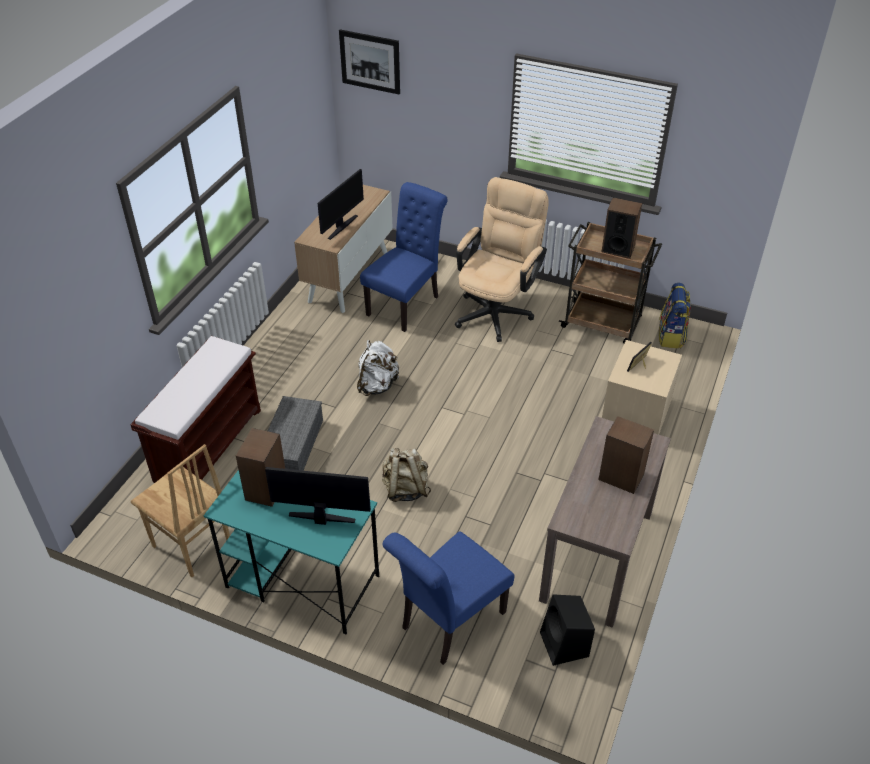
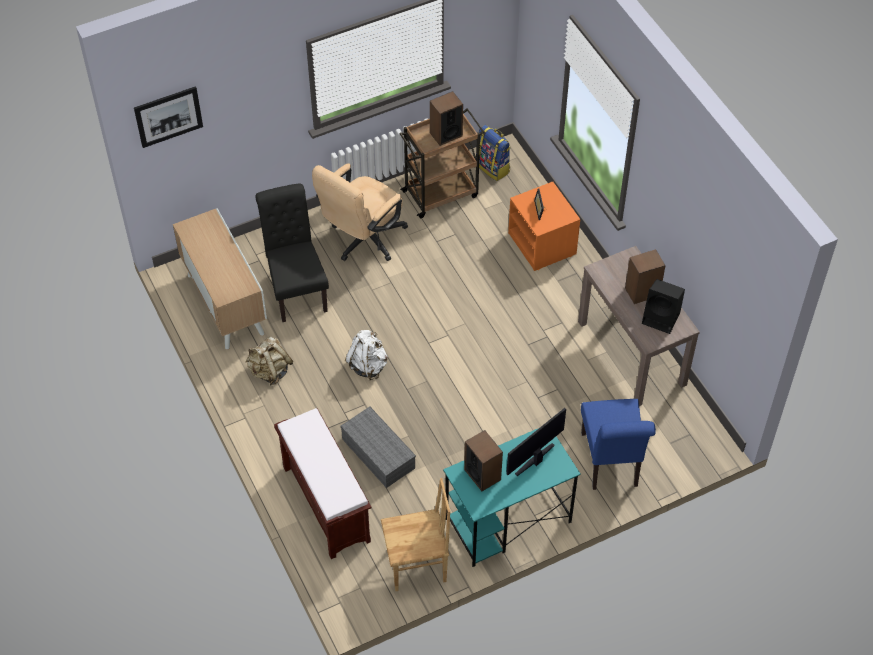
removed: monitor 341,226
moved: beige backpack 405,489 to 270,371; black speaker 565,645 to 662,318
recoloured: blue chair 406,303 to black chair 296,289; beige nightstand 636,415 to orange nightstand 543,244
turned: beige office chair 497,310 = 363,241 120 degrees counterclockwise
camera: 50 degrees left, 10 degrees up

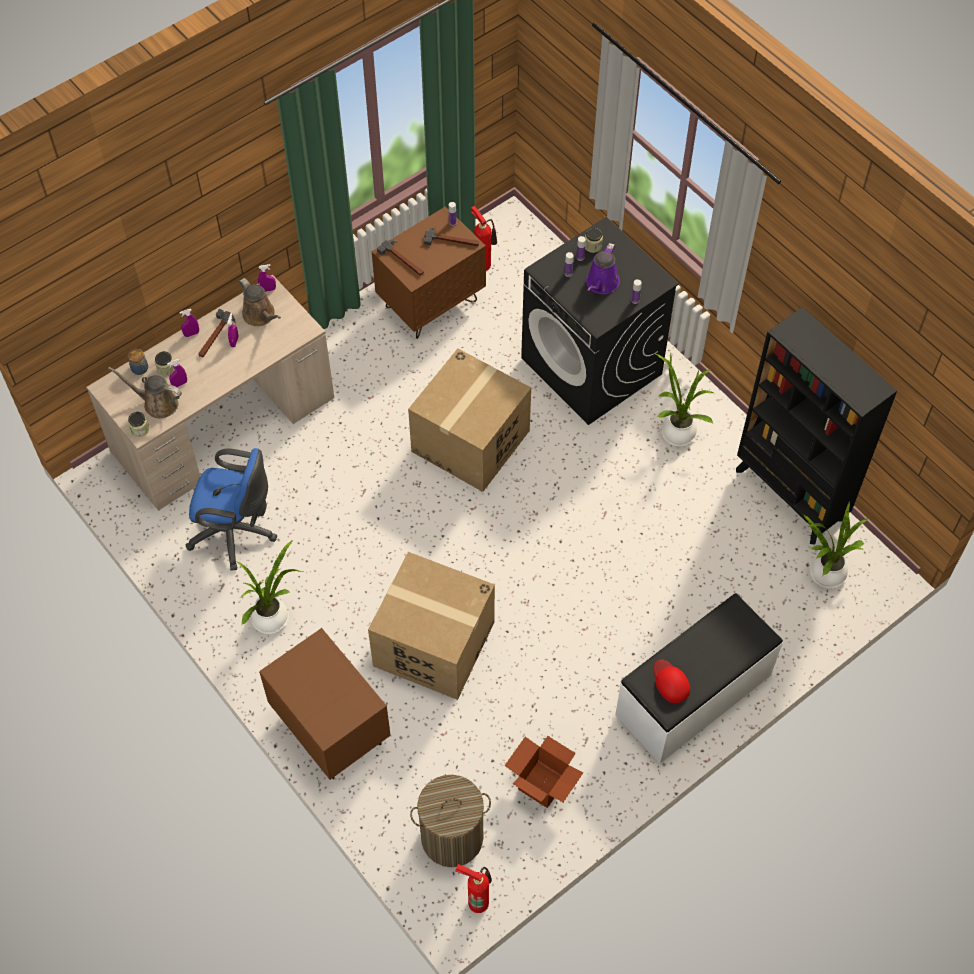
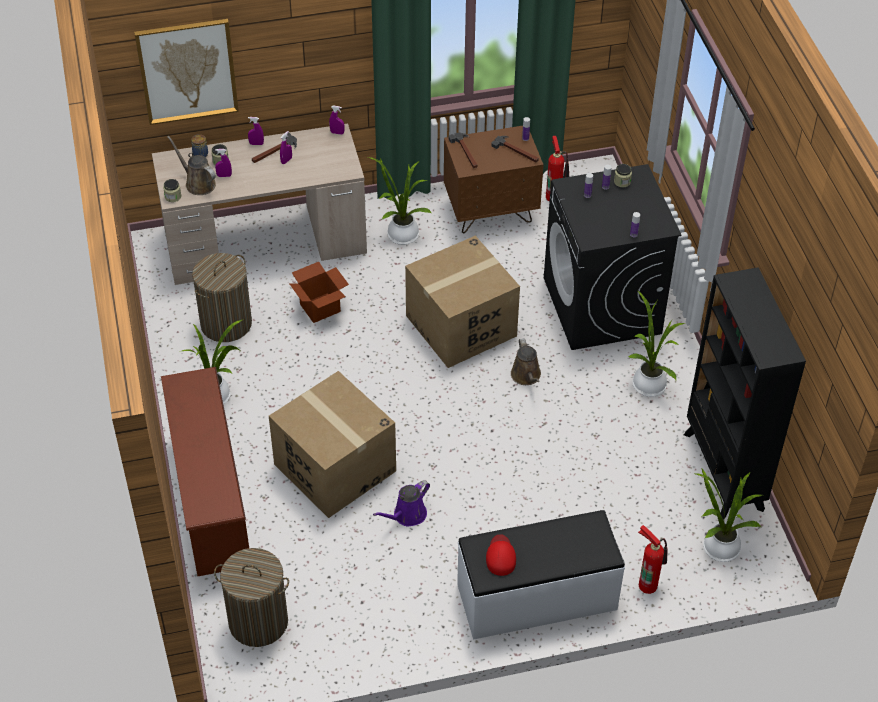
added: picture 187,71; potted plant 400,234
moved: cardboard box 542,784 to 320,308; purple watering can 601,284 to 407,515; brown watering can 260,315 to 526,376; fire extinguisher 477,900 to 648,583
replaced: brown nightstand 330,730 to brown shoe rack 209,498; blue office chair 237,533 to laundry basket 226,324
camera: 25 degrees right, 10 degrees down

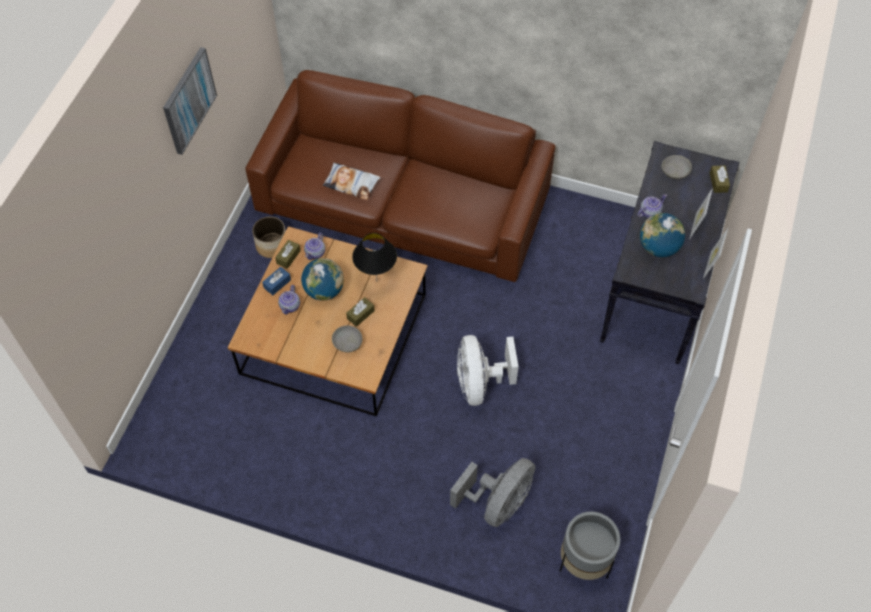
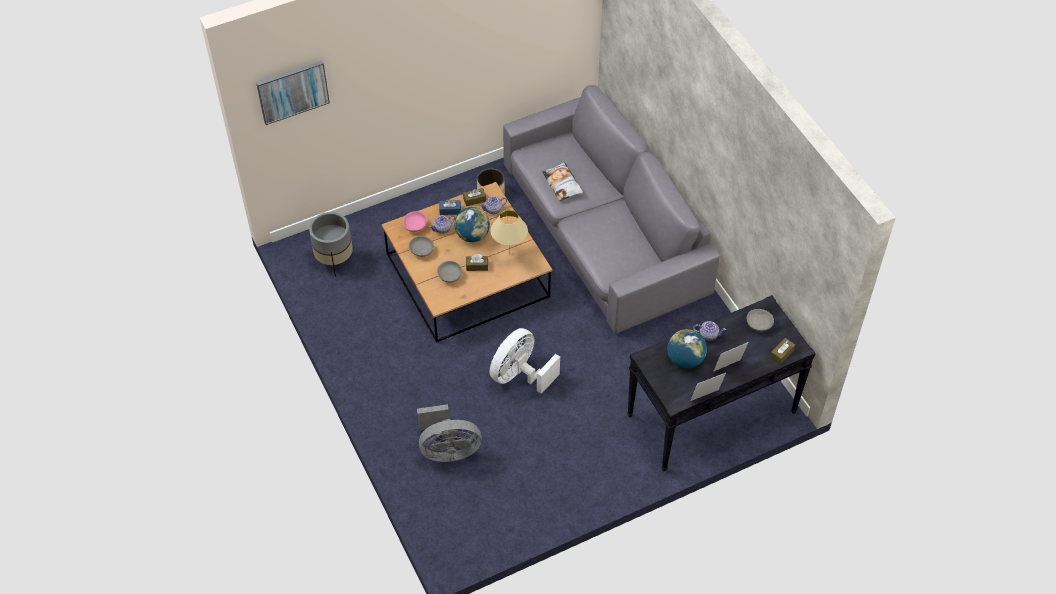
added: pink bowl 415,226; grey bowl 422,251
moved: picture 188,100 to 292,91; grey planter 584,561 to 334,260
recoloured: black table lamp 376,282 to beige table lamp 509,255; brown sofa 402,202 to grey sofa 603,229
camera: 45 degrees right, 5 degrees down

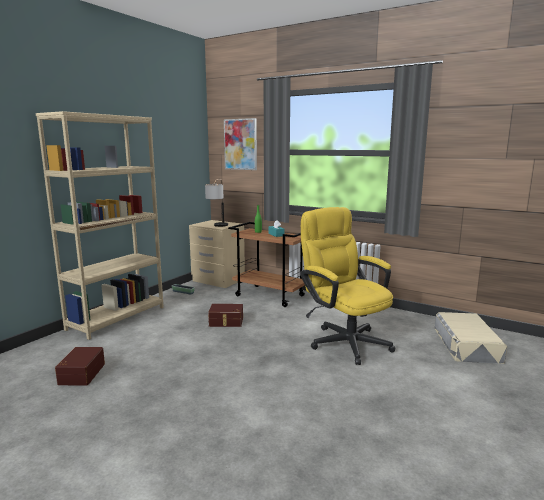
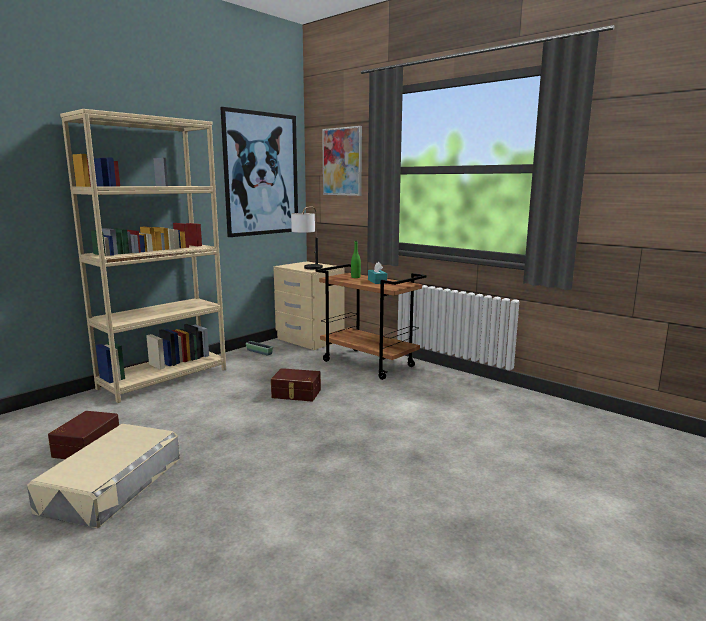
removed: yellow office chair 344,340
added: picture 261,174
moved: beige storage box 466,344 to 112,483
camera: 10 degrees right, 0 degrees up

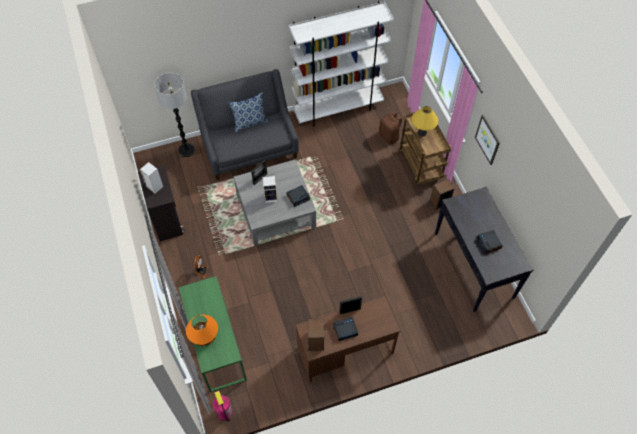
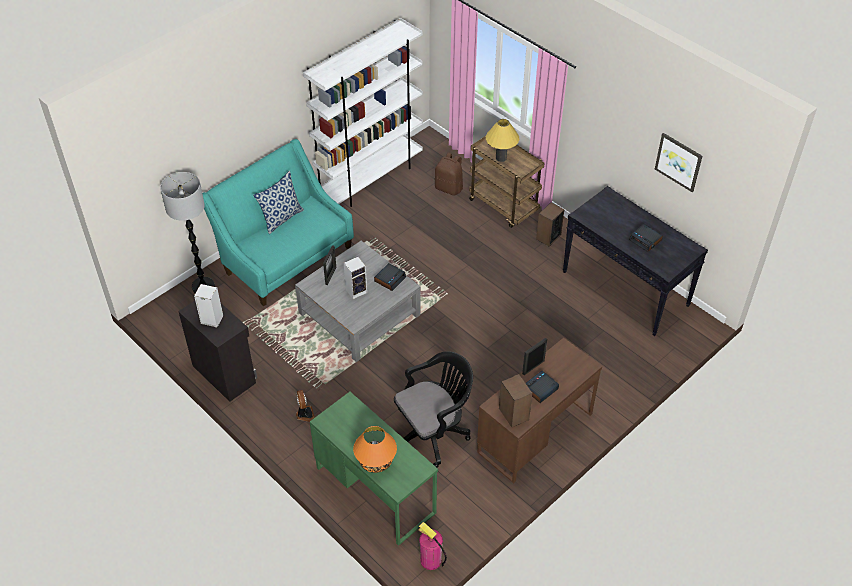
added: black office chair 433,432
moved: picture 488,139 to 678,162
recoloured: grey sofa 249,148 to turquoise sofa 284,257
camera: 25 degrees left, 10 degrees down

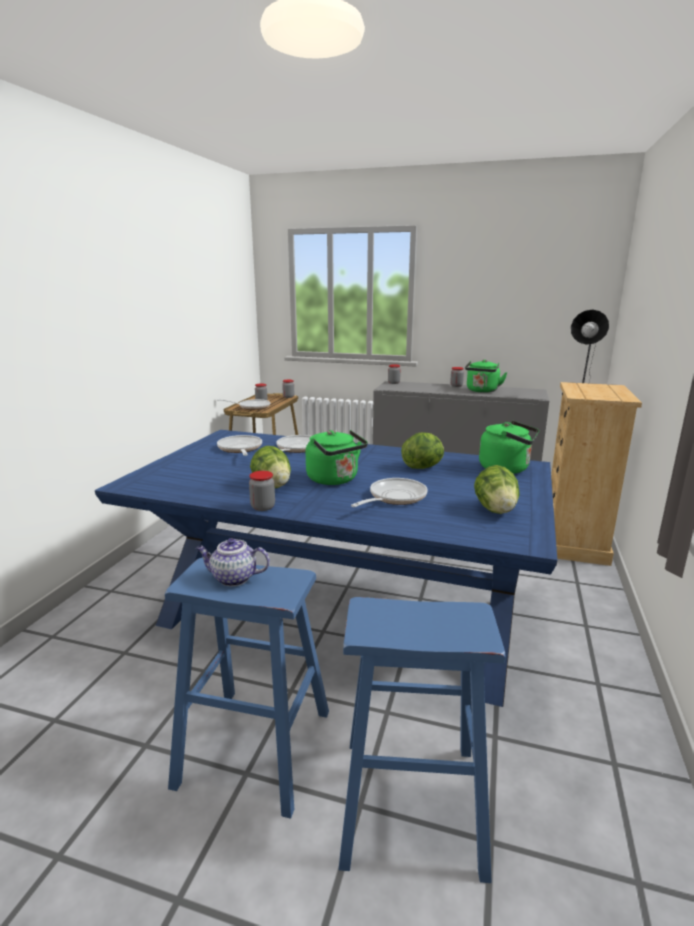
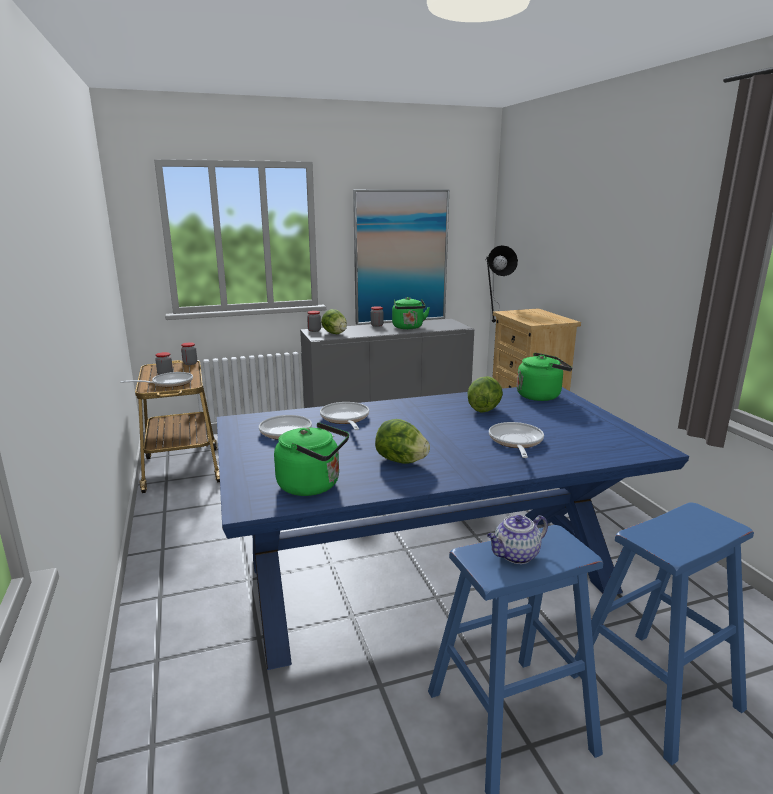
removed: jar 263,507
added: picture 401,257
moved: green kettle 335,480 to 313,485; lettuce 495,510 to 335,333
camera: 35 degrees left, 0 degrees up

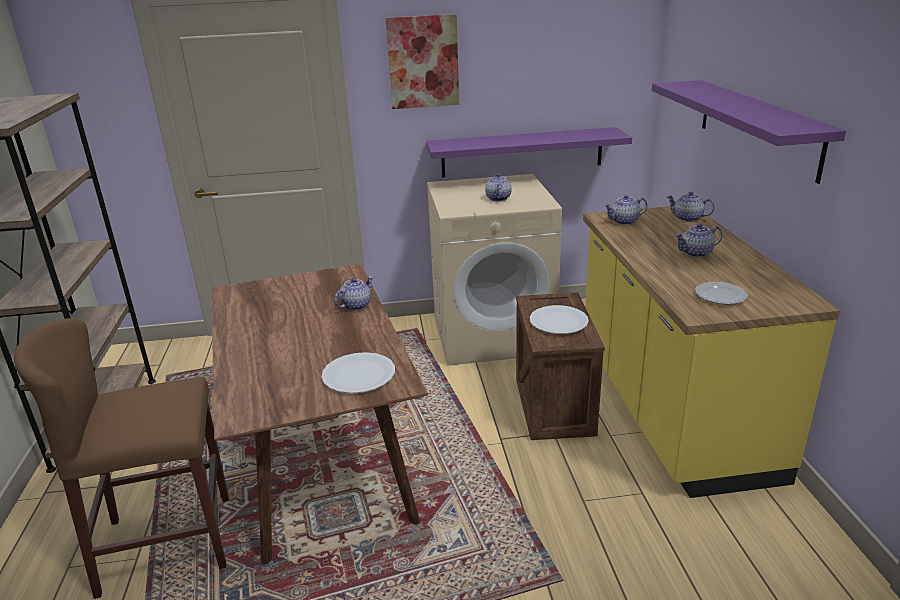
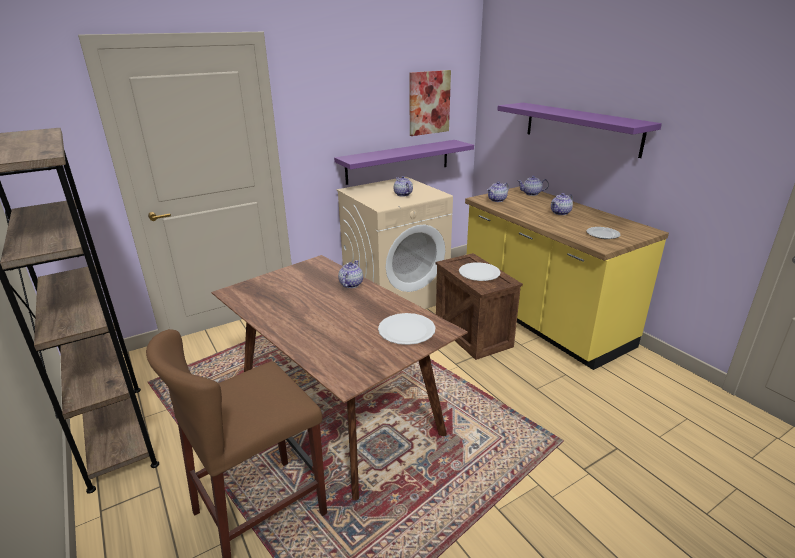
moved: picture 423,62 to 429,103
camera: 25 degrees left, 0 degrees up

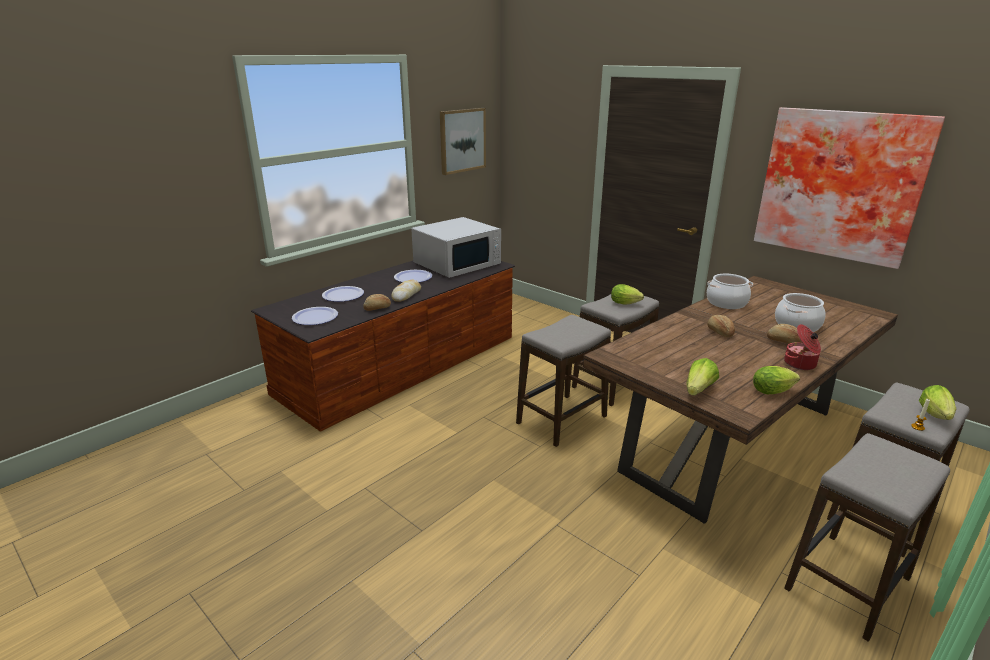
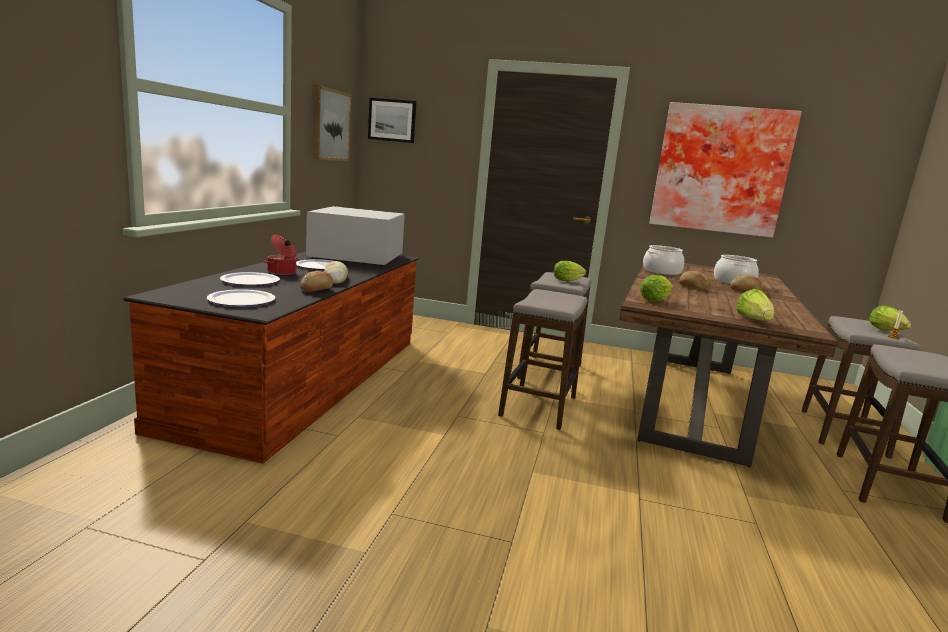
added: picture 392,120
moved: cooking pot 800,364 to 282,272; lettuce 774,391 to 656,300
turned: white microwave 458,264 = 355,256 105 degrees counterclockwise
camera: 30 degrees left, 10 degrees down

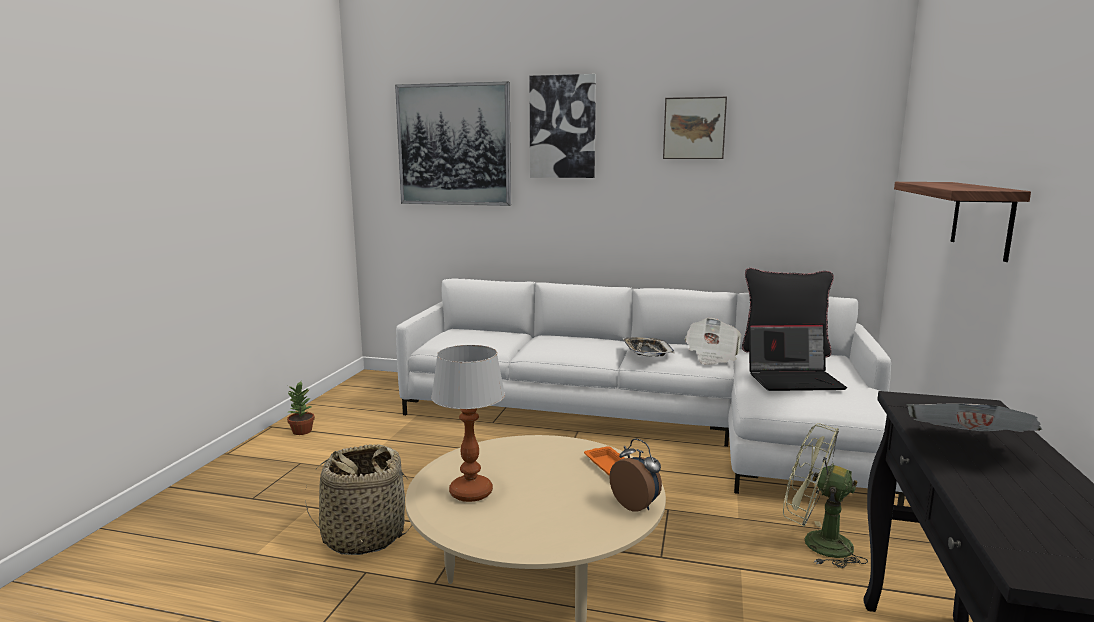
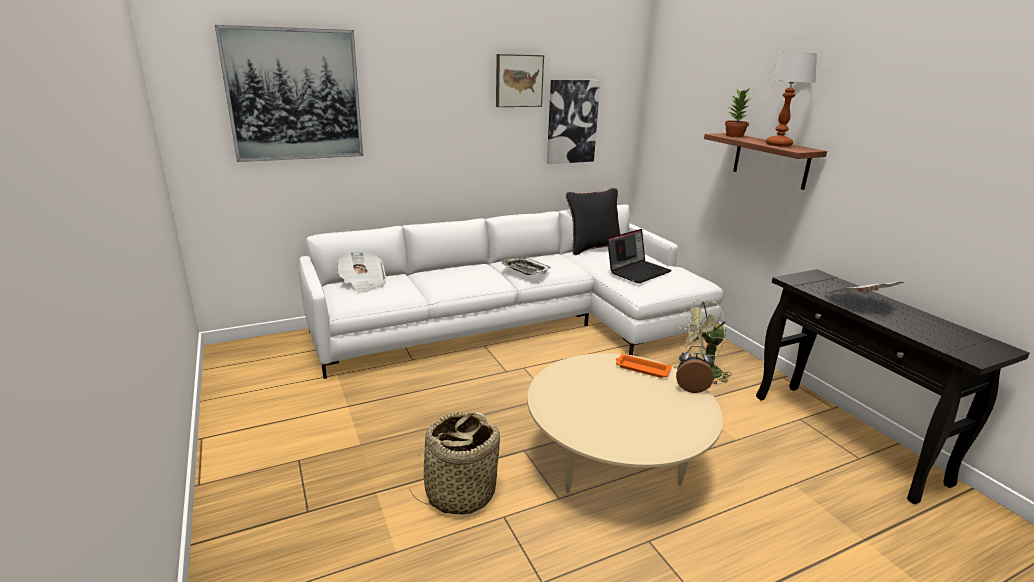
moved: newspaper 711,356 to 363,283; picture 563,127 to 571,121; potted plant 301,431 to 735,136; table lamp 471,492 to 778,144
camera: 40 degrees left, 10 degrees up

